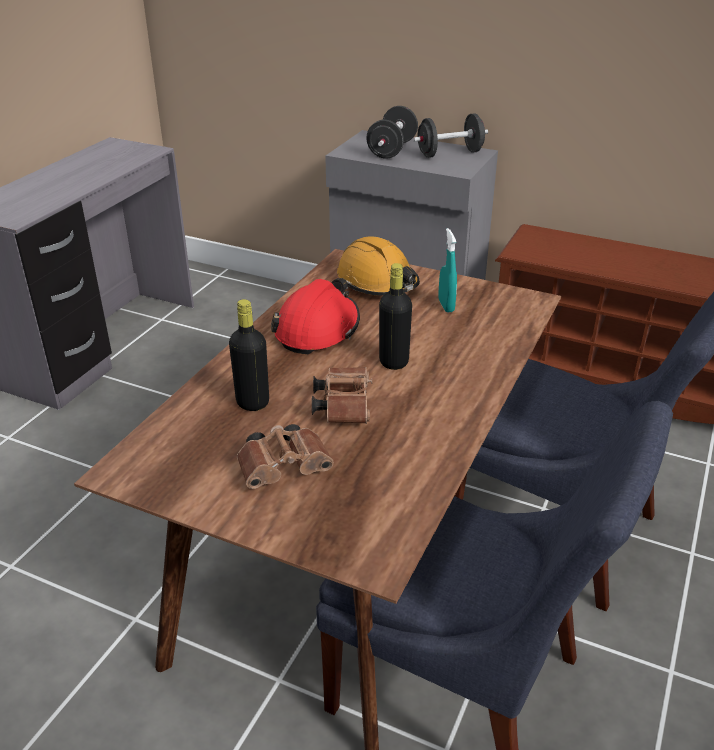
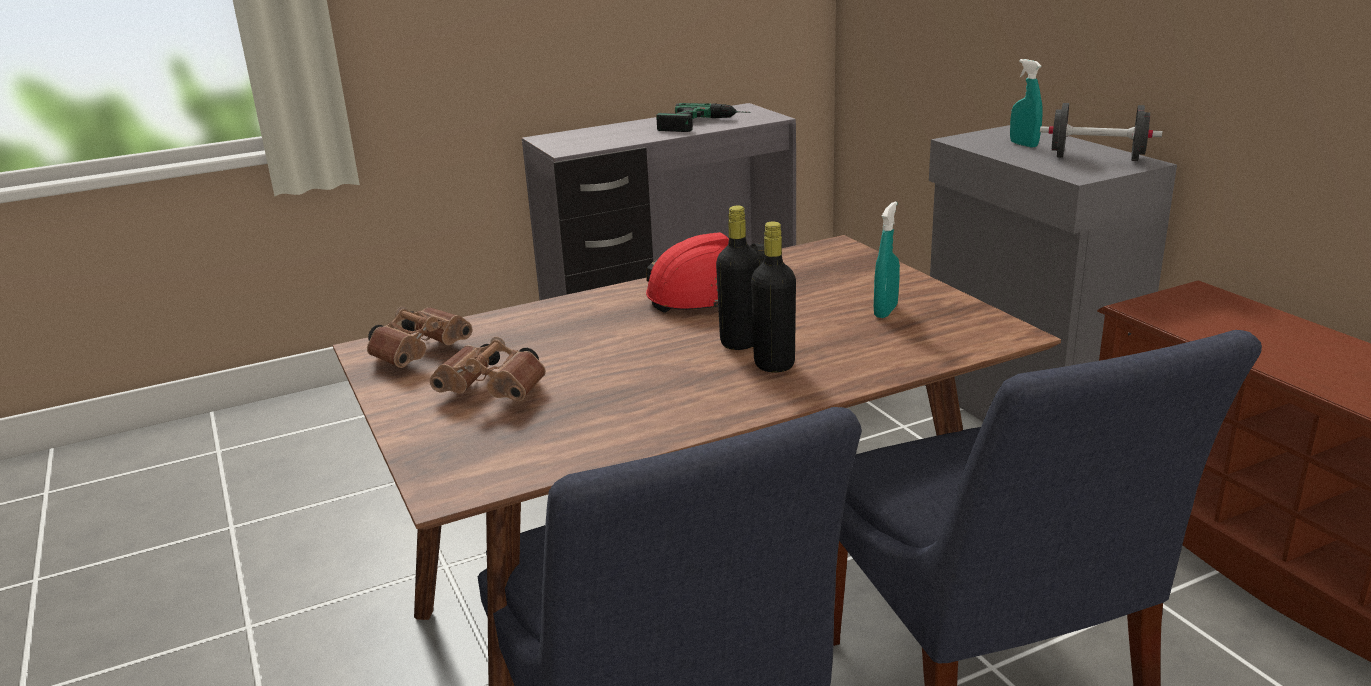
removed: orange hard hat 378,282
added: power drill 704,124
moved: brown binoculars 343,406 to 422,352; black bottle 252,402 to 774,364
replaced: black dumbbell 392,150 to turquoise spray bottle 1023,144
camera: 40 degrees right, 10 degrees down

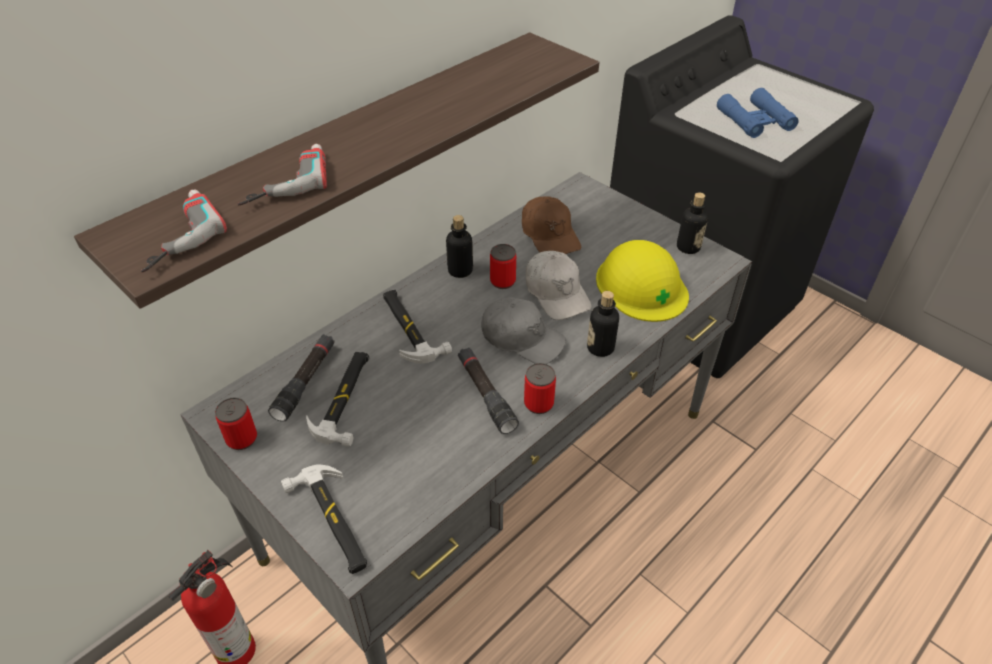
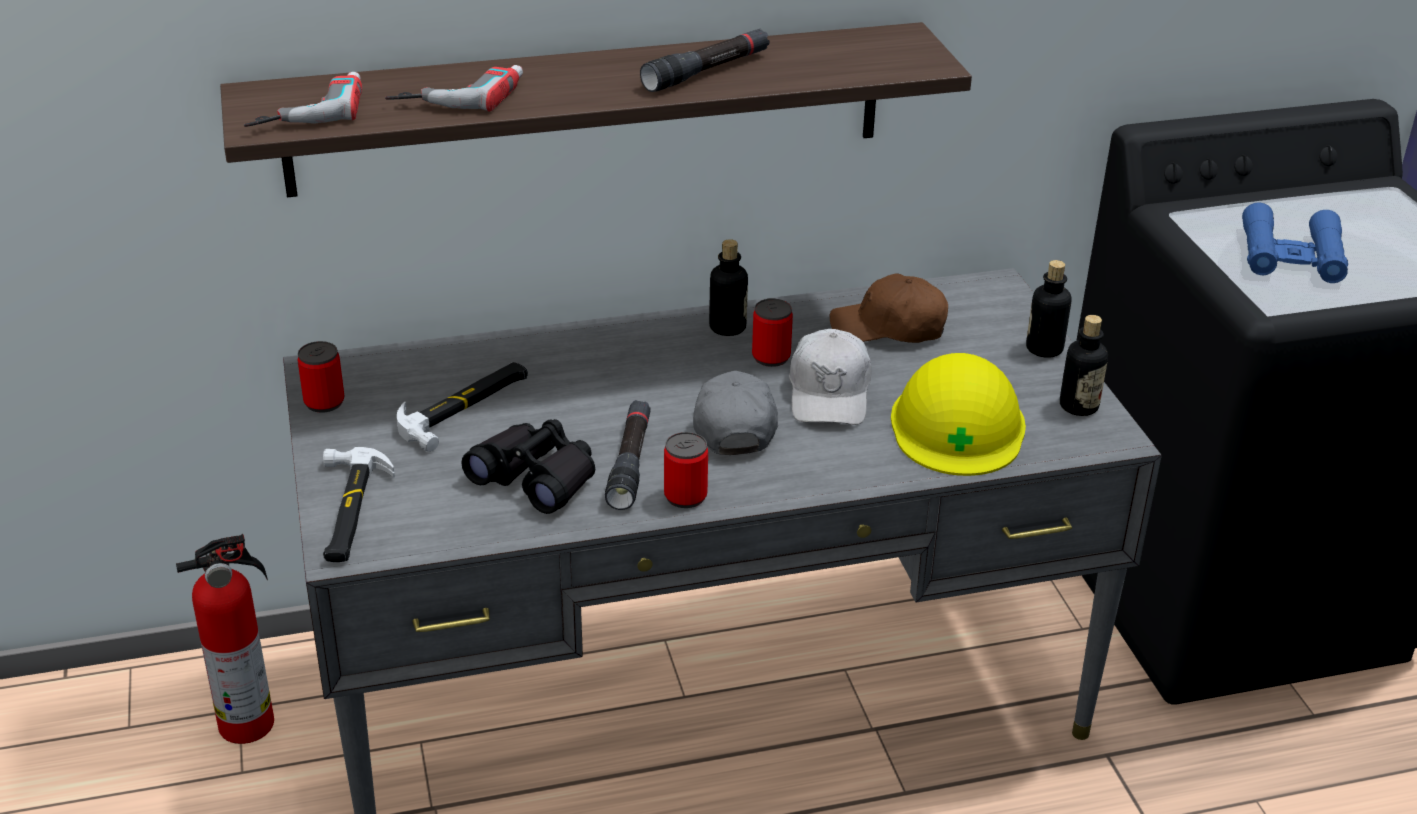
removed: hammer 410,328
added: black binoculars 536,478
moved: black flashlight 305,382 to 707,71; bottle 600,348 to 1044,348
turned: grey cap 522,338 = 733,425 150 degrees counterclockwise; brown cap 550,235 = 889,328 90 degrees clockwise
camera: 30 degrees right, 10 degrees down

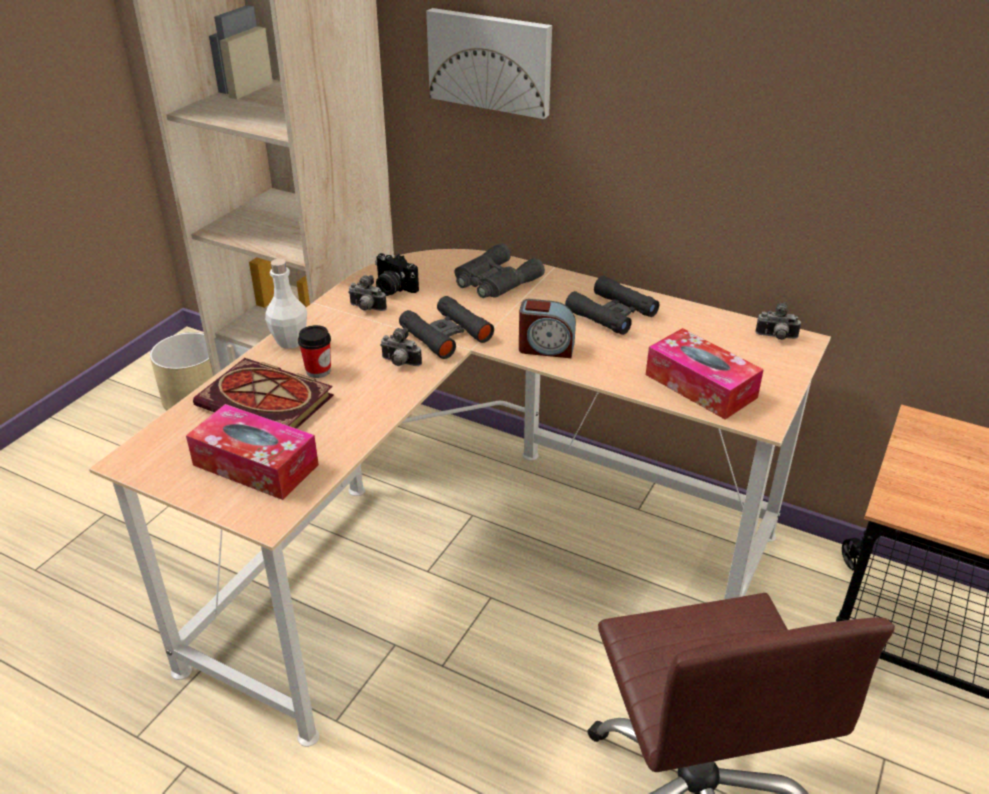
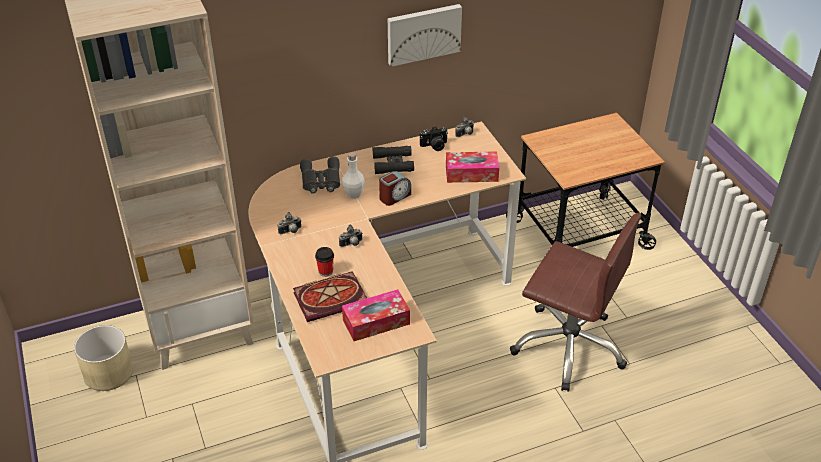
removed: black binoculars 445,334
moved: white bottle 290,341 to 353,194; picture 491,61 to 423,33; photo camera 393,288 to 434,146
camera: 50 degrees left, 5 degrees up

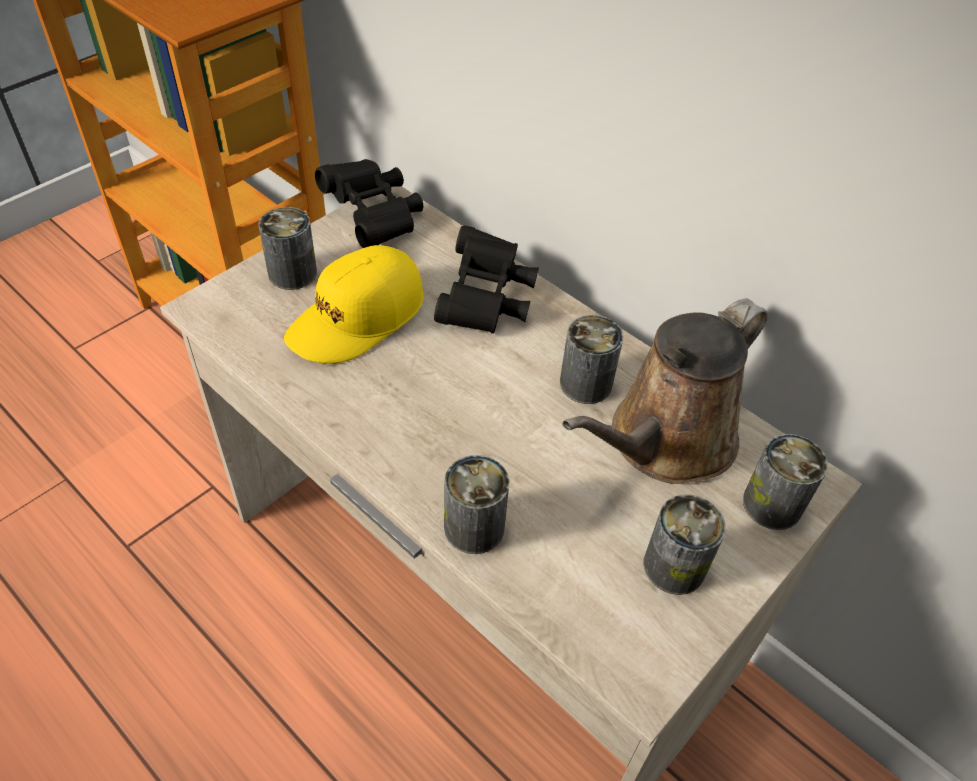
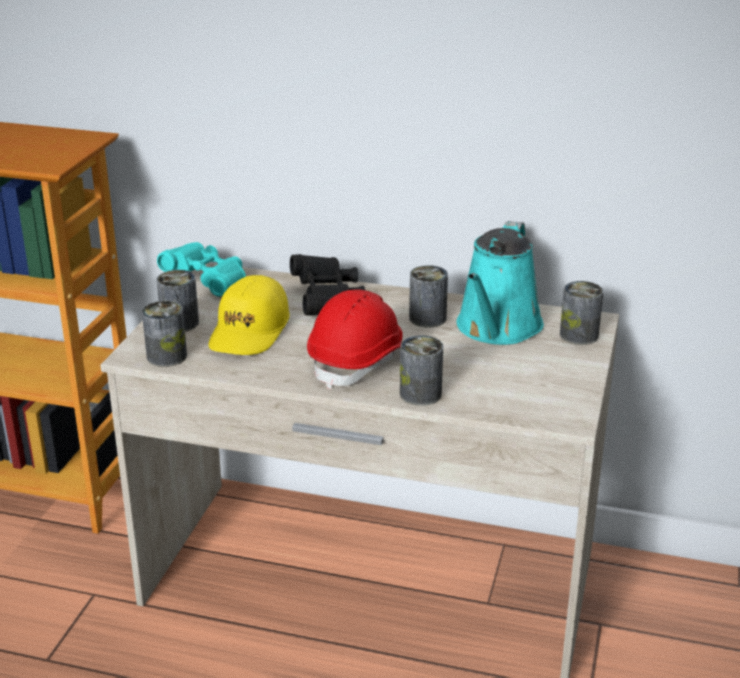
added: red hard hat 359,362
moved: can 674,566 to 167,356
recoloured: black binoculars 374,217 to turquoise binoculars 208,282; brown watering can 664,442 to turquoise watering can 497,328
camera: 25 degrees left, 20 degrees down

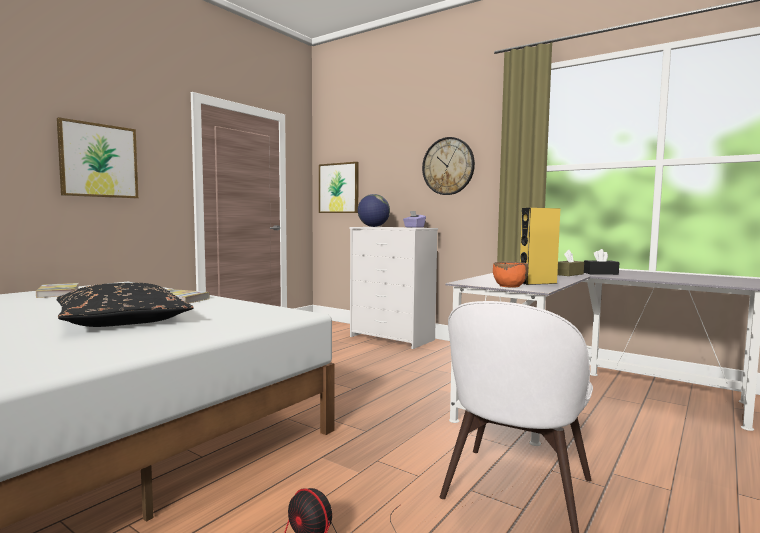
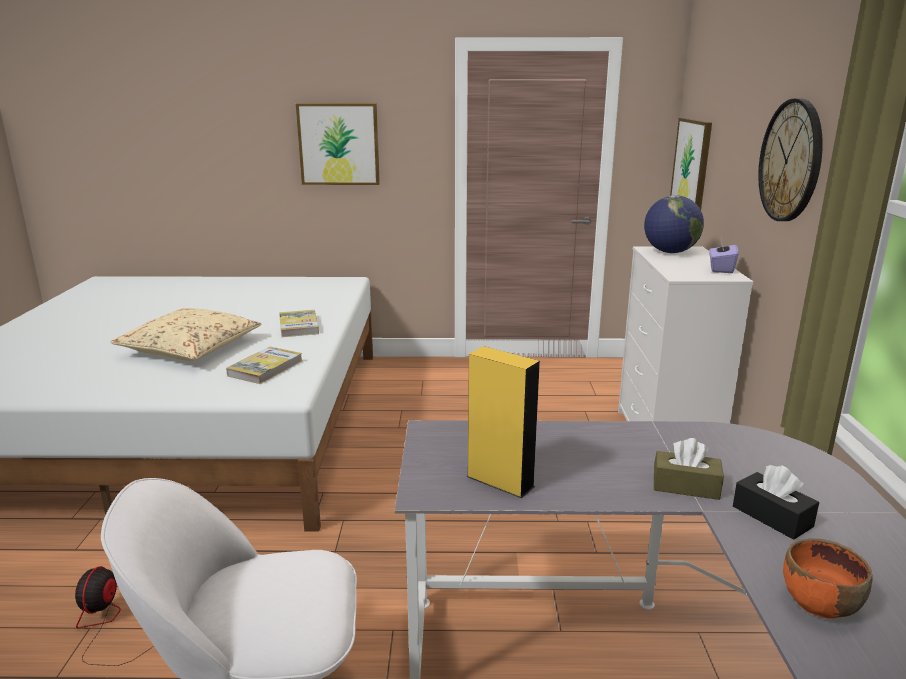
moved: book 58,293 to 265,368; orange bowl 509,286 to 819,603
recoloured: black pillow 123,320 to beige pillow 191,348
camera: 55 degrees right, 15 degrees up

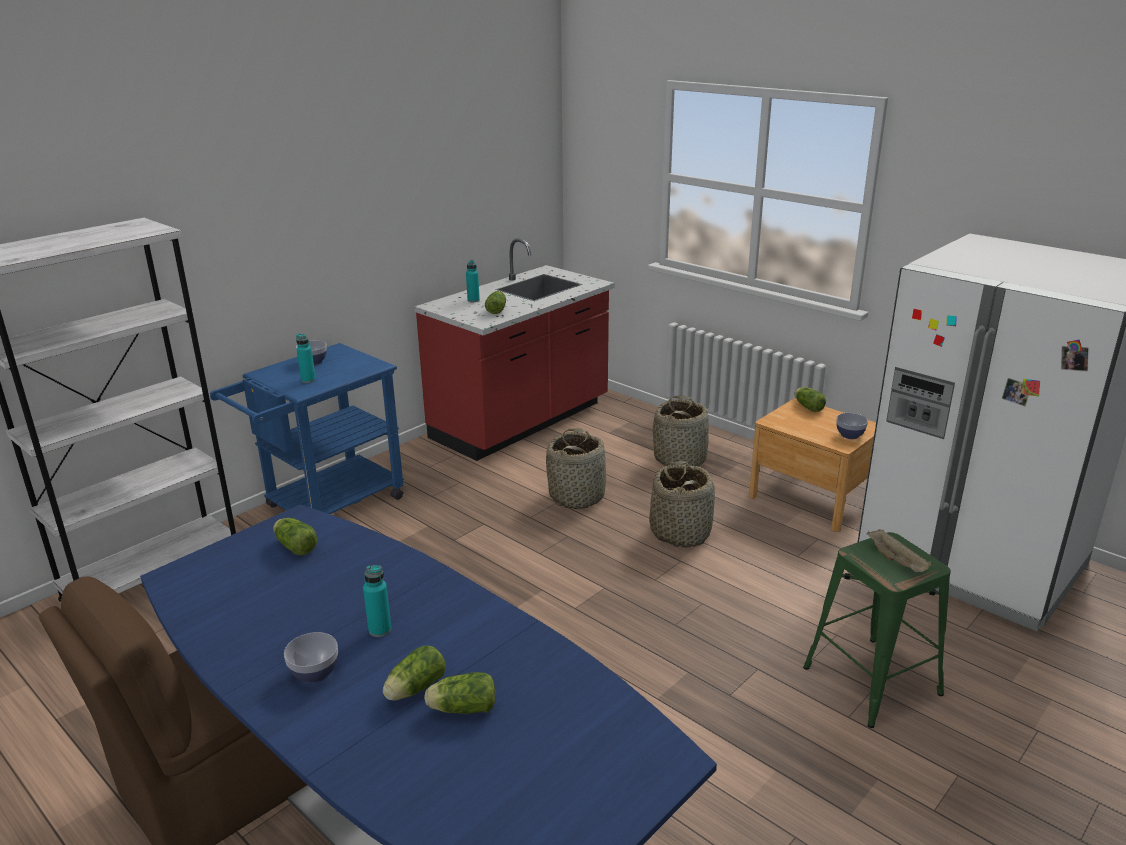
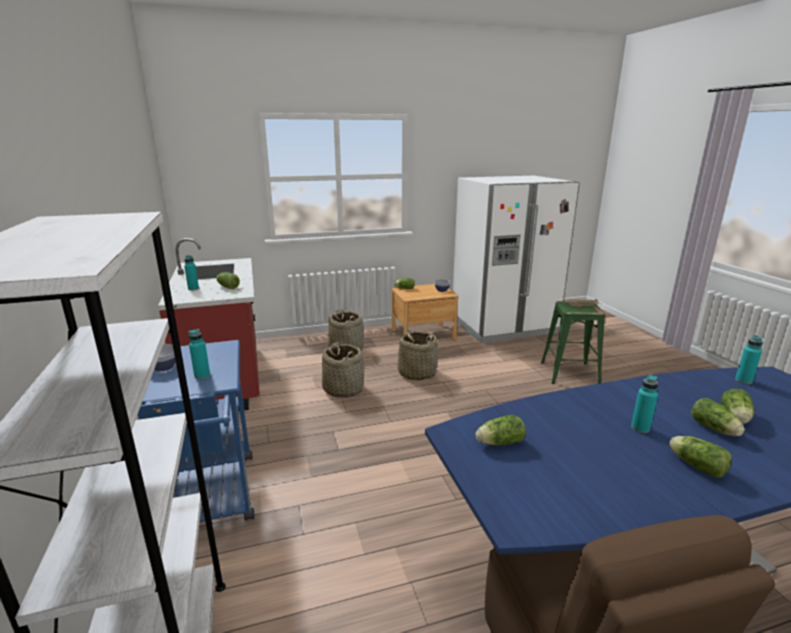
added: turquoise bottle 743,380
replaced: bowl 314,673 to lettuce 695,465
camera: 60 degrees left, 5 degrees down

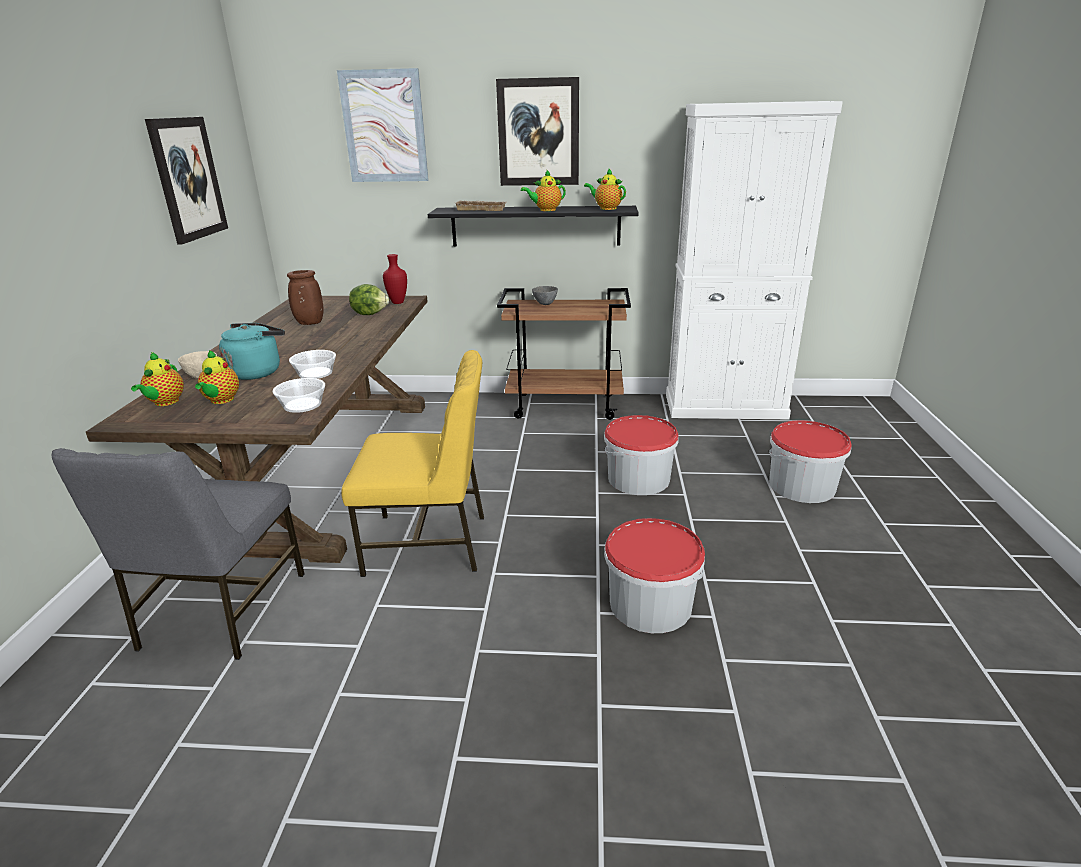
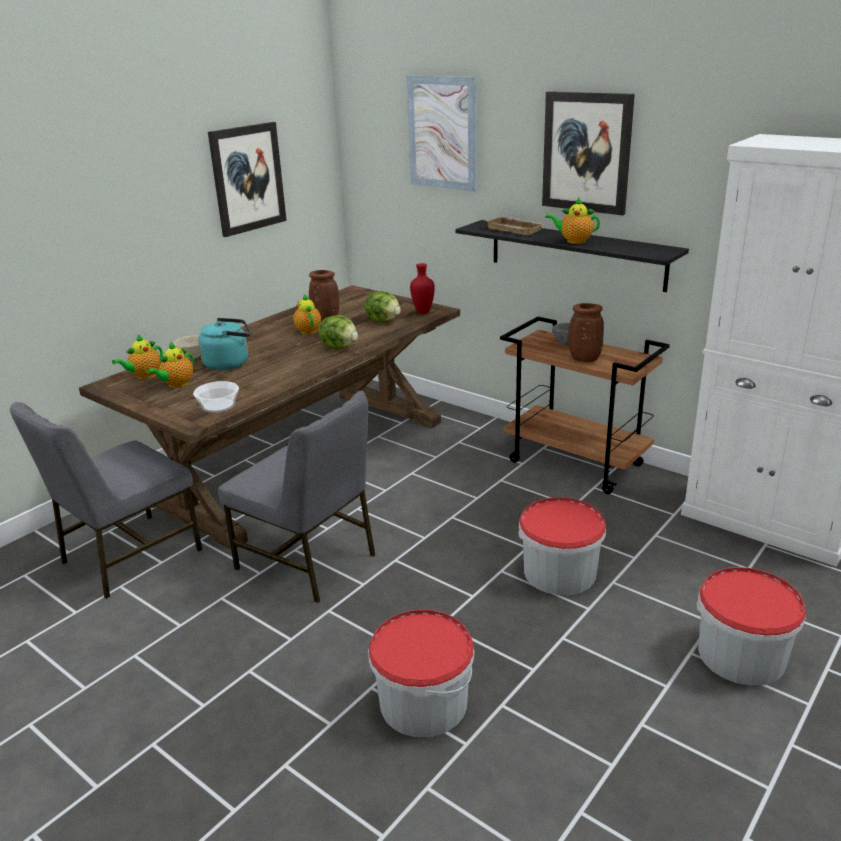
removed: bowl 316,373
added: lettuce 340,347; brown vase 583,359
moved: teapot 606,208 to 308,330
recoloured: yellow chair 429,544 to grey chair 308,561
camera: 35 degrees right, 0 degrees up

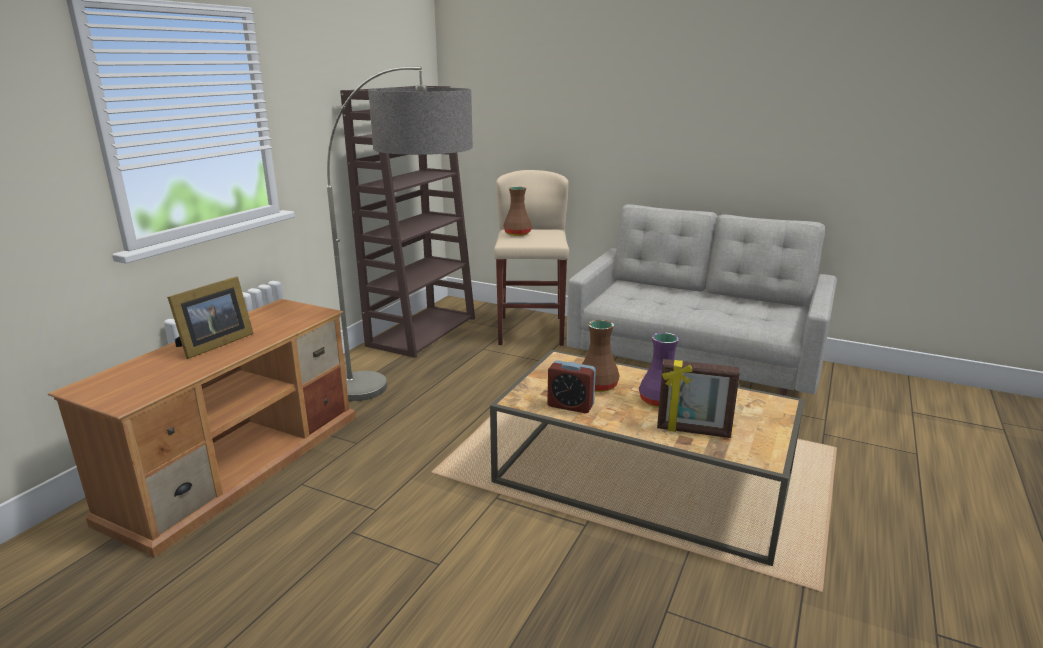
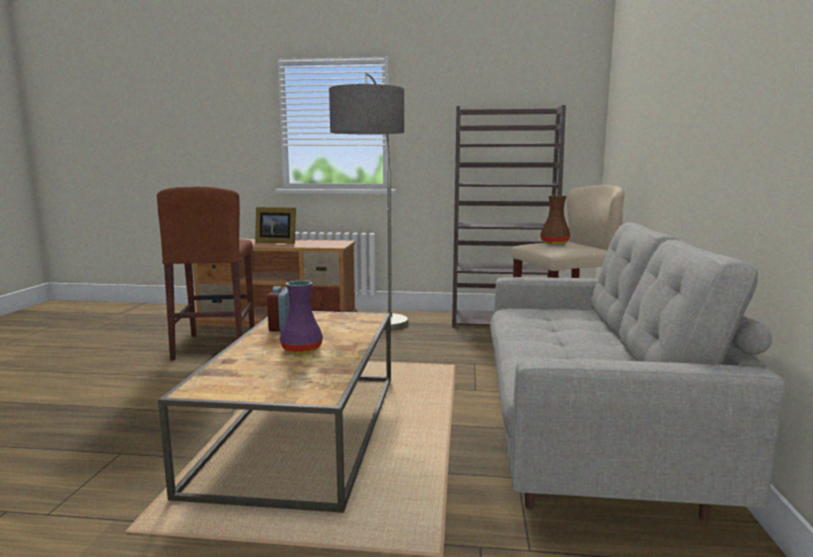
removed: brown vase 597,386; picture frame 693,431
added: brown stool 215,345
camera: 70 degrees right, 10 degrees down

